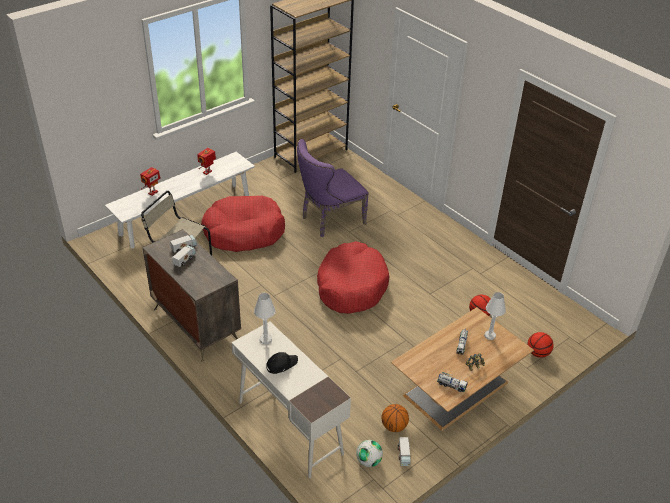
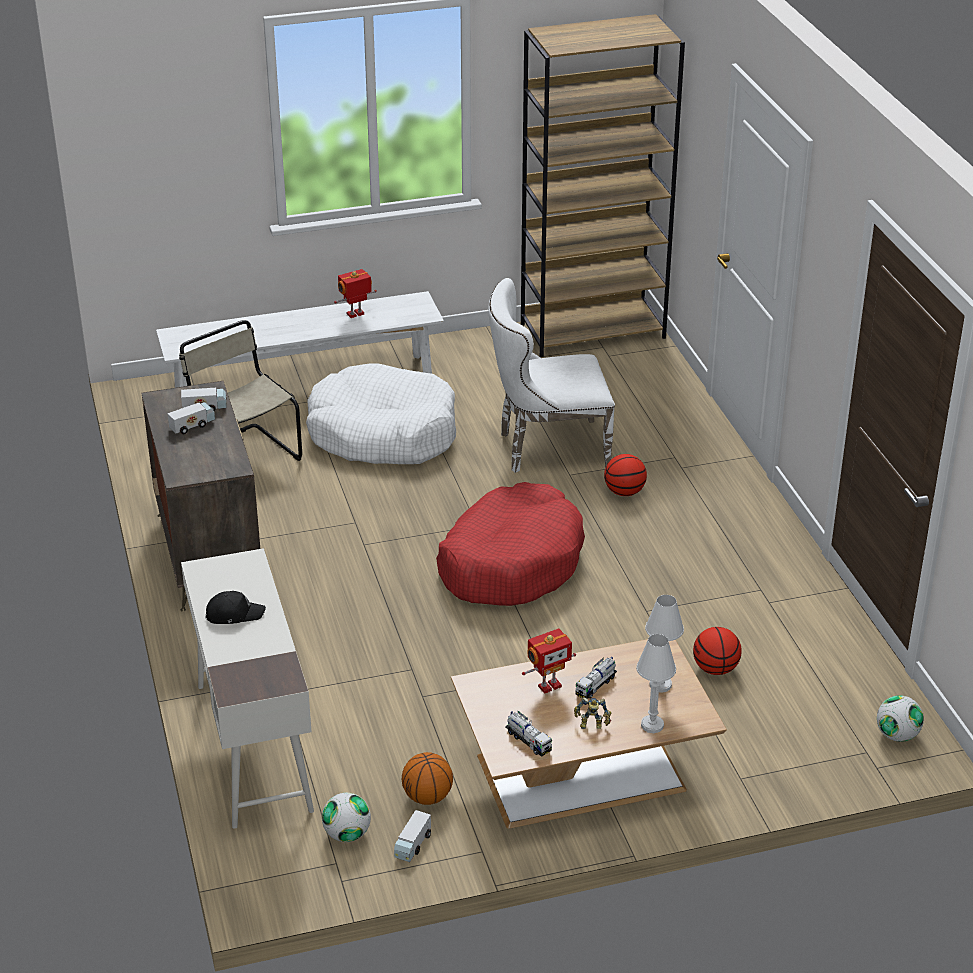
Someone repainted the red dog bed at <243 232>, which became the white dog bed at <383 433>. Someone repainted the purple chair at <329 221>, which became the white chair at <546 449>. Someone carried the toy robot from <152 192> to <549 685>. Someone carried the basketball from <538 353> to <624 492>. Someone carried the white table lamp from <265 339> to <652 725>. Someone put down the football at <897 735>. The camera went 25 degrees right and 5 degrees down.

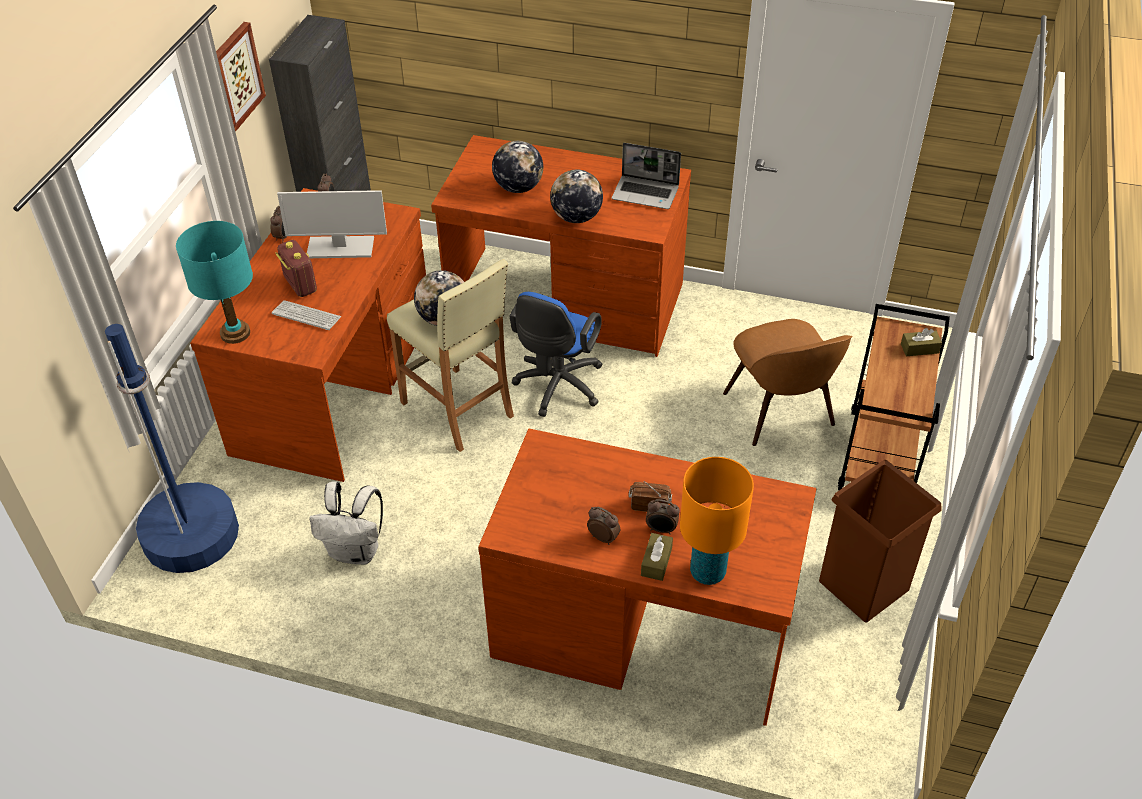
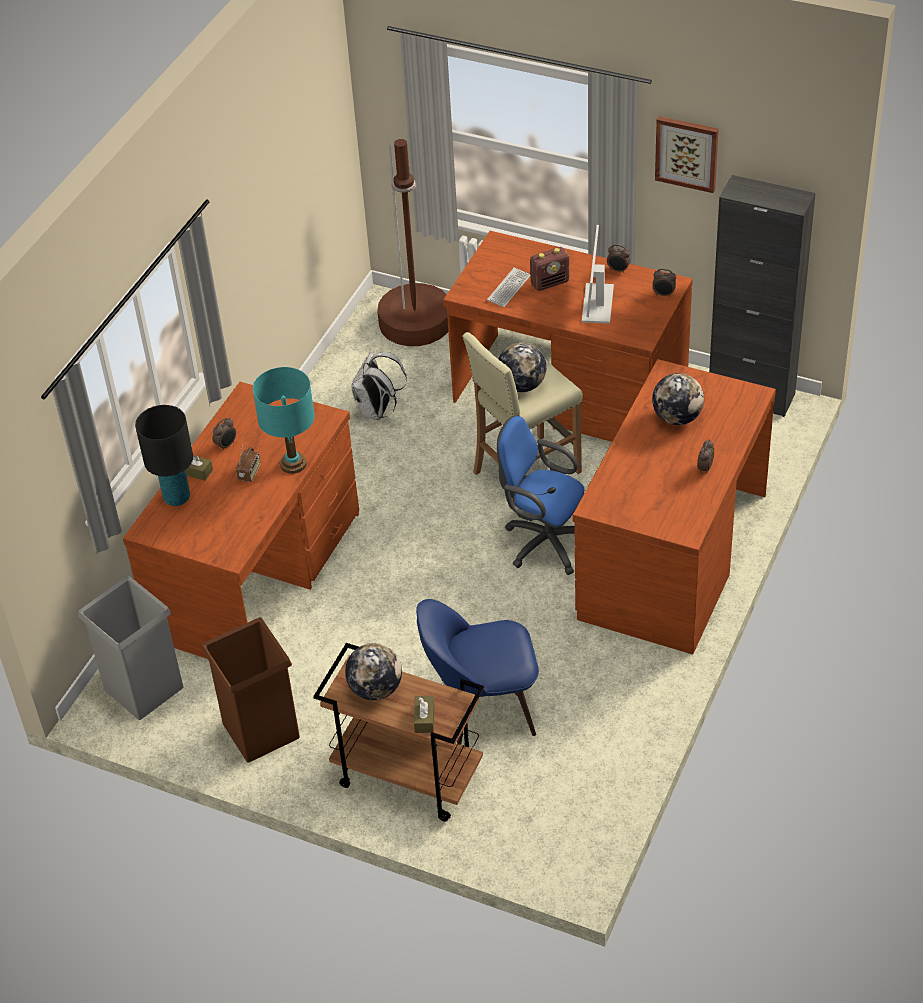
Someone put down the grey trash can at <143 688>. Someone repainted the orange table lamp at <707 572>, which became the black table lamp at <176 498>. Someone carried the turquoise table lamp from <235 333> to <293 464>. Someone carried the globe from <576 217> to <375 689>. Someone repainted the blue floor lamp at <191 535>, which became the brown floor lamp at <416 322>. Someone repainted the brown chair at <780 412>, which became the blue chair at <482 707>. Someone carried the alarm clock from <661 529> to <704 468>. Someone took away the laptop at <646 193>. The camera went 100 degrees right and 0 degrees up.

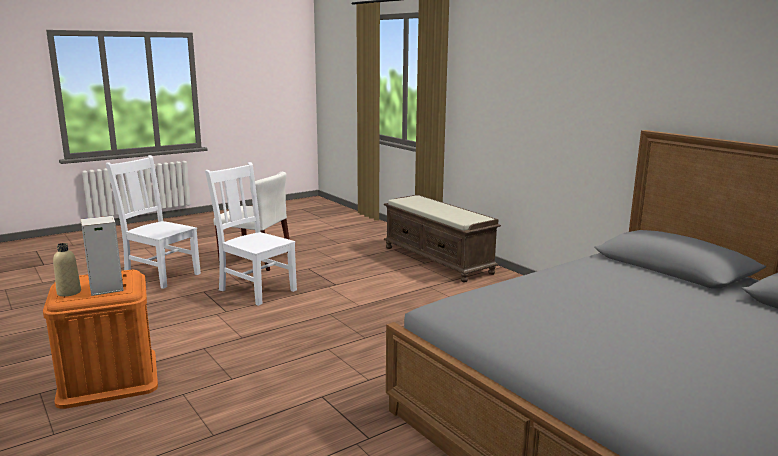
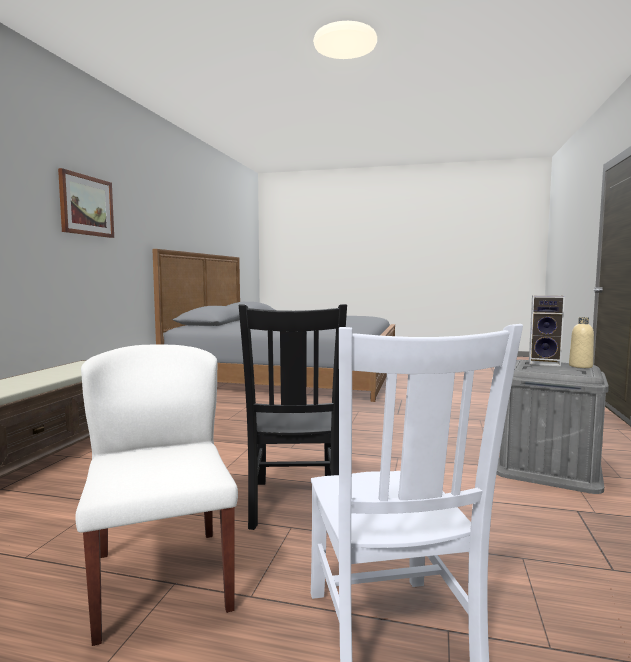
Someone put up the picture at <86 205>. Someone repainted the white chair at <256 289>, which became the black chair at <294 505>. Someone repainted the orange storage box at <109 378>, which became the grey storage box at <548 467>. The camera went 130 degrees left and 10 degrees down.

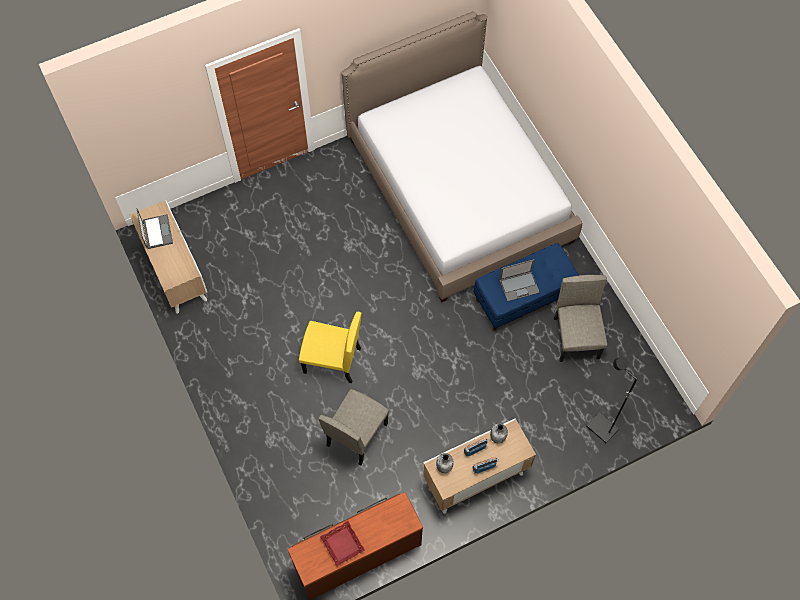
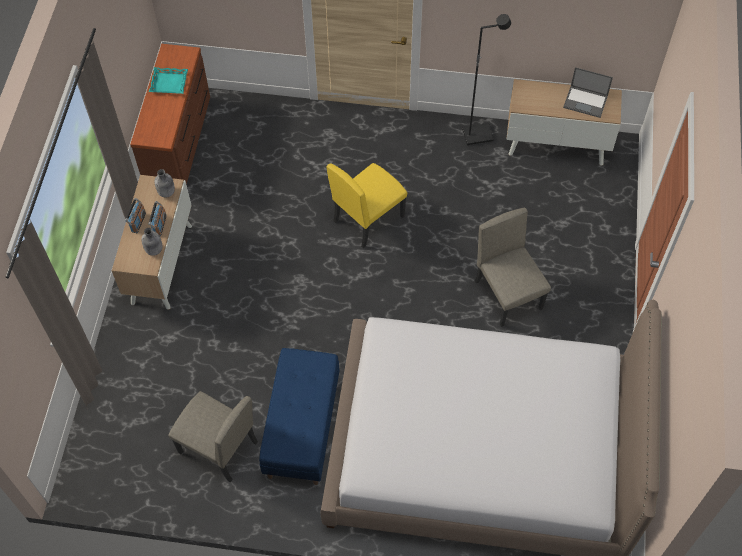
Someone repainted the red tray at <342 544>, which became the turquoise tray at <169 83>. Someone carried the black floor lamp from <601 428> to <478 134>. Someone carried the beige chair from <356 434> to <508 295>. Someone took away the laptop at <519 285>. The camera went 125 degrees right and 5 degrees down.

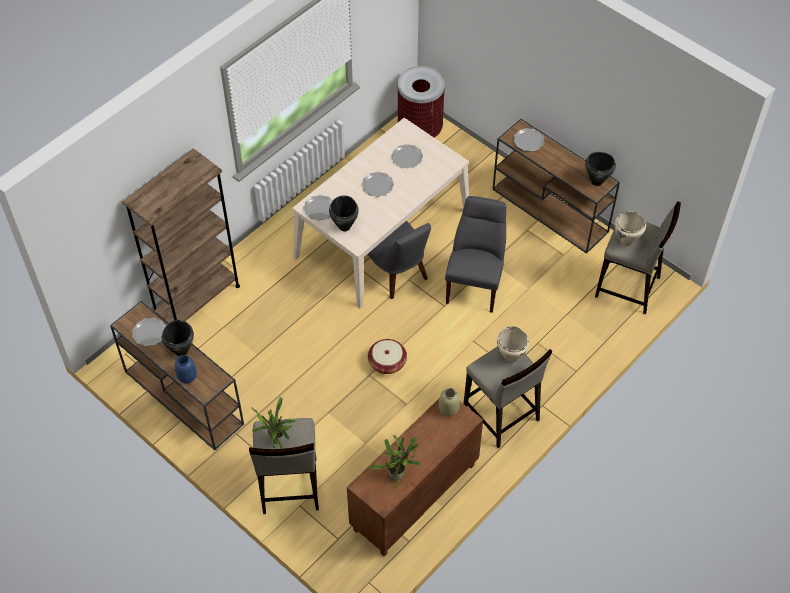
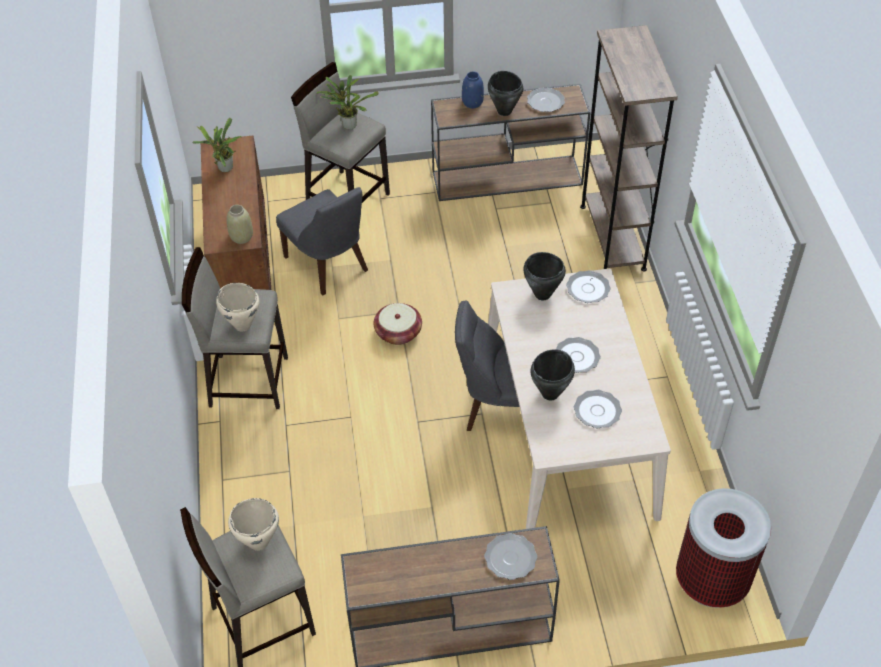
Someone carried the grey chair from <475 283> to <328 266>. Someone carried the black cooking pot from <596 181> to <550 393>. The camera went 130 degrees right and 5 degrees down.

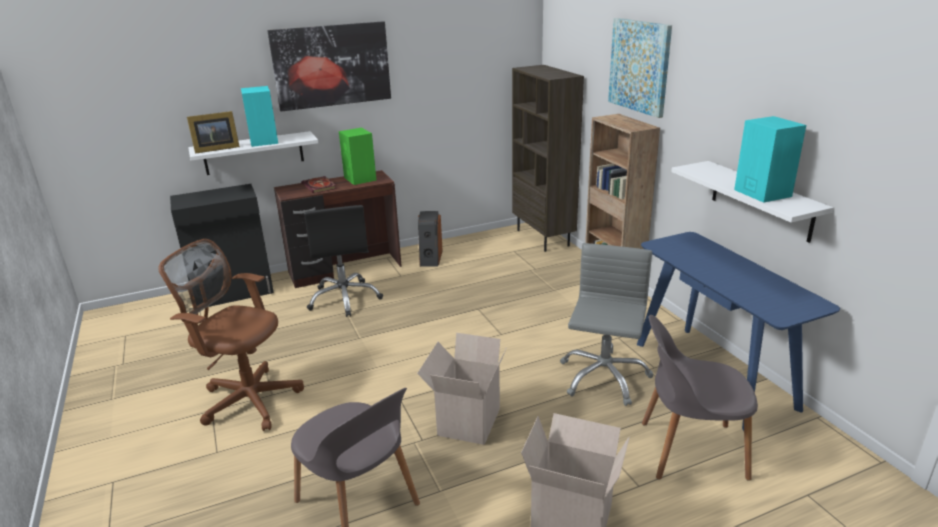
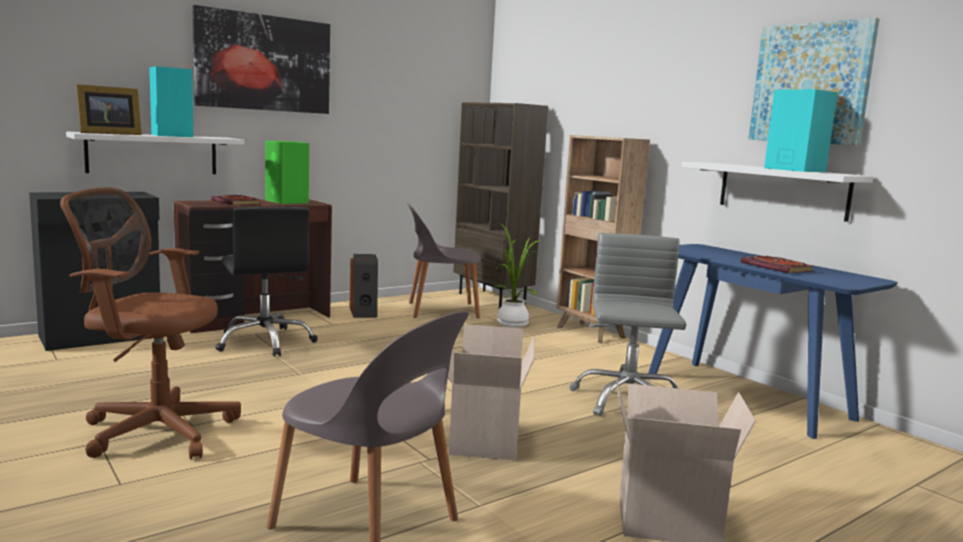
Someone carried the grey chair from <689 450> to <440 310>. Someone put down the potted plant at <511 323>. Someone put down the book at <778 268>. Someone carried the picture from <639 66> to <811 83>. The camera went 15 degrees left and 15 degrees down.

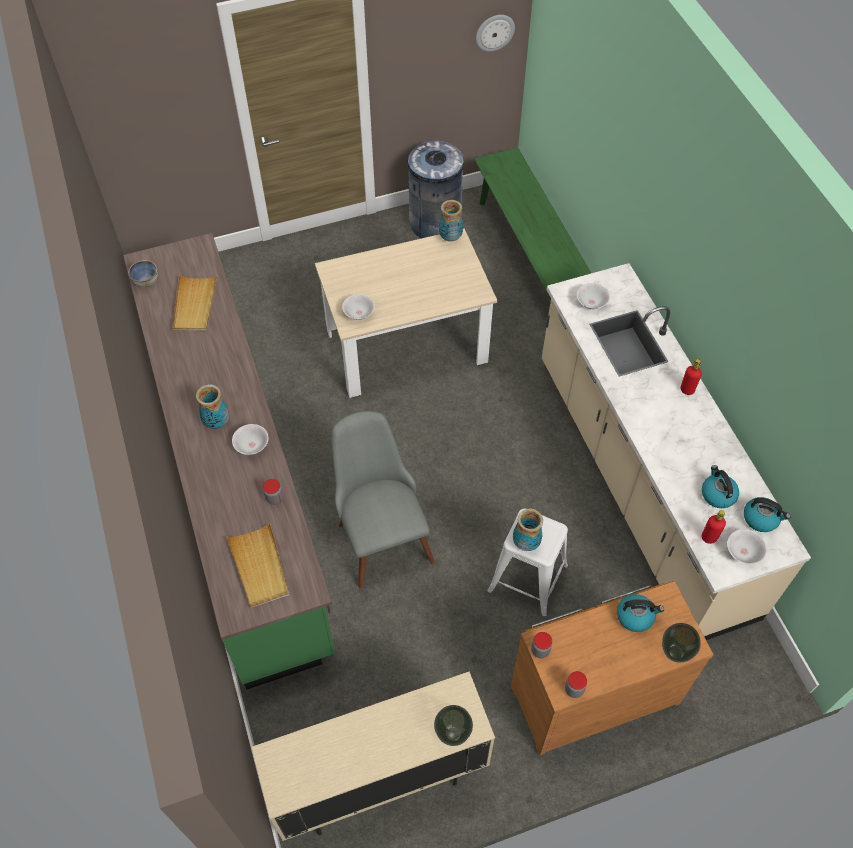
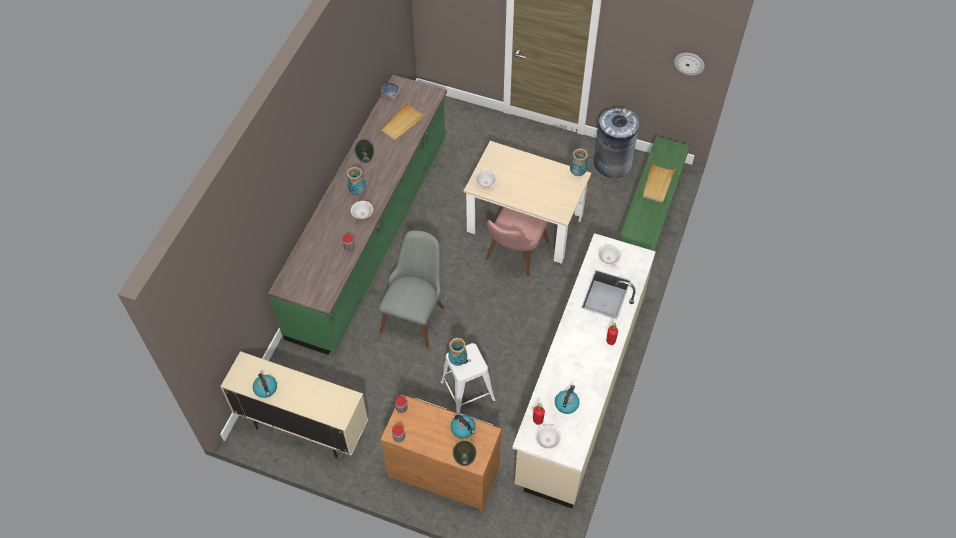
Someone carried the kettle from <761 518> to <266 389>. Someone carried the vase from <452 733> to <365 159>. Someone put down the pink chair at <513 256>. Someone carried the beige tray from <259 567> to <657 184>. The camera went 40 degrees right and 0 degrees up.

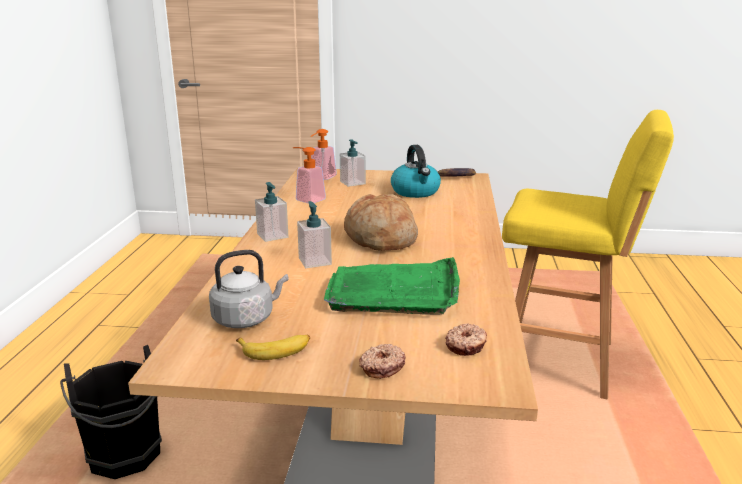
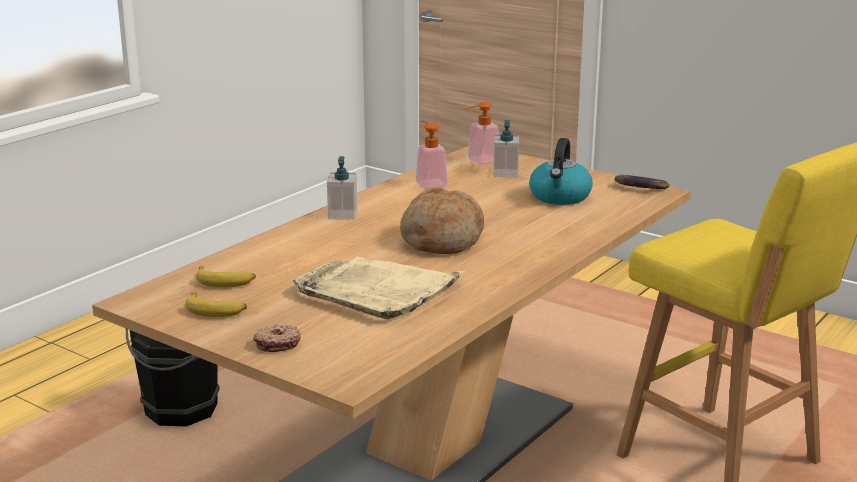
Someone swapped the grey kettle at <246 319> for the banana at <225 282>. Someone repainted the green tray at <394 291>, which became the beige tray at <378 290>. Someone took away the soap dispenser at <315 261>. Someone took away the donut at <466 346>. The camera went 30 degrees right and 0 degrees up.

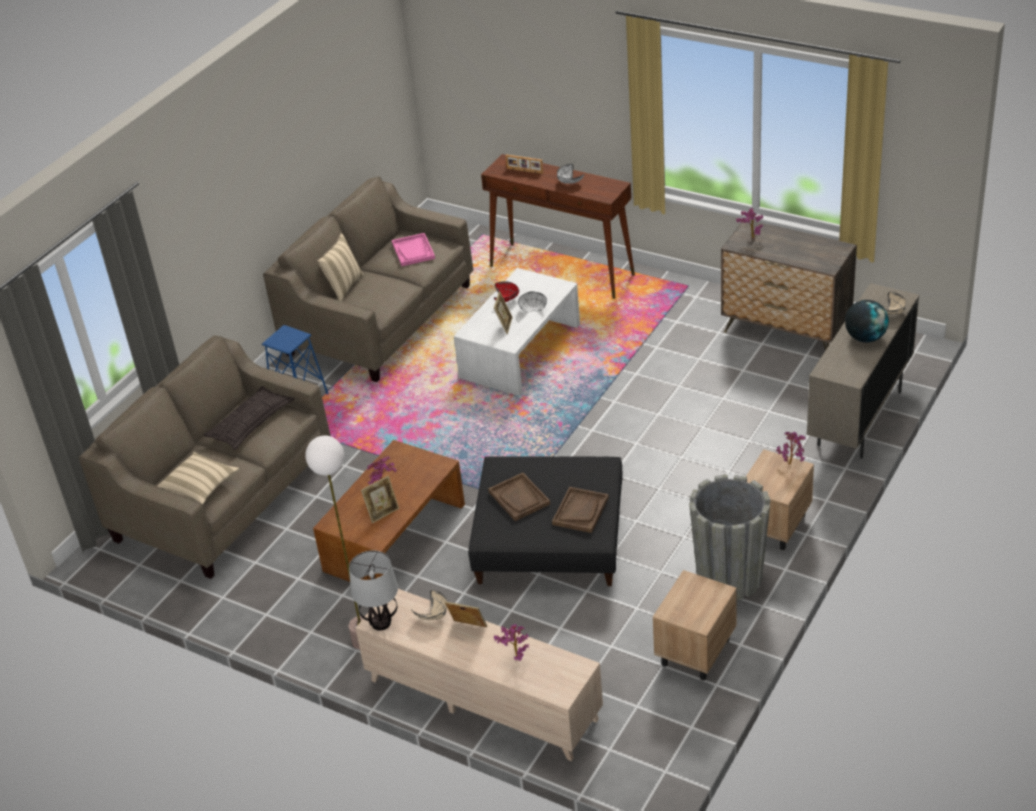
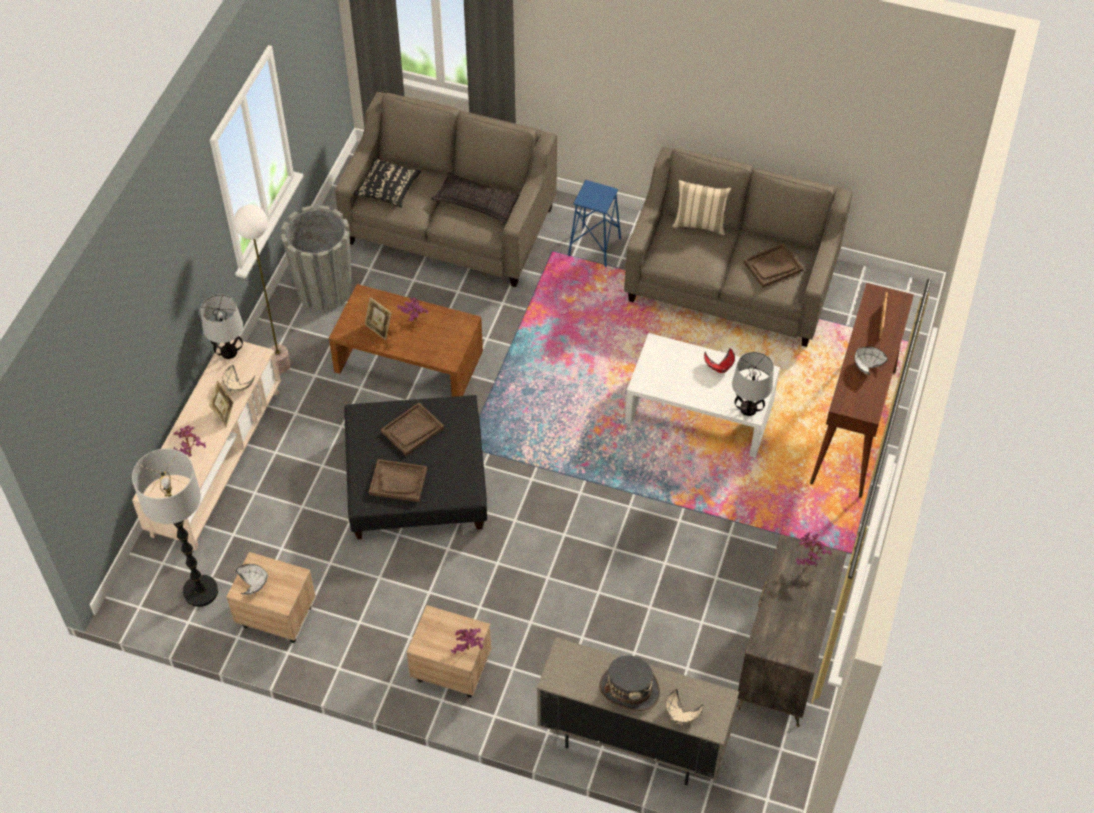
Someone put down the floor lamp at <200 591>. Someone carried the white bowl from <532 308> to <254 584>. Someone carried the grey planter from <729 577> to <324 289>. Someone repainted the beige pillow at <200 487>, which became the black pillow at <388 190>. Someone swapped the globe at <865 338> for the grey hat at <629 689>. Someone put down the table lamp at <748 409>. Someone repainted the pink tray at <413 251>, which became the brown tray at <773 267>. Someone took away the picture frame at <504 325>. The camera went 75 degrees right and 15 degrees up.

